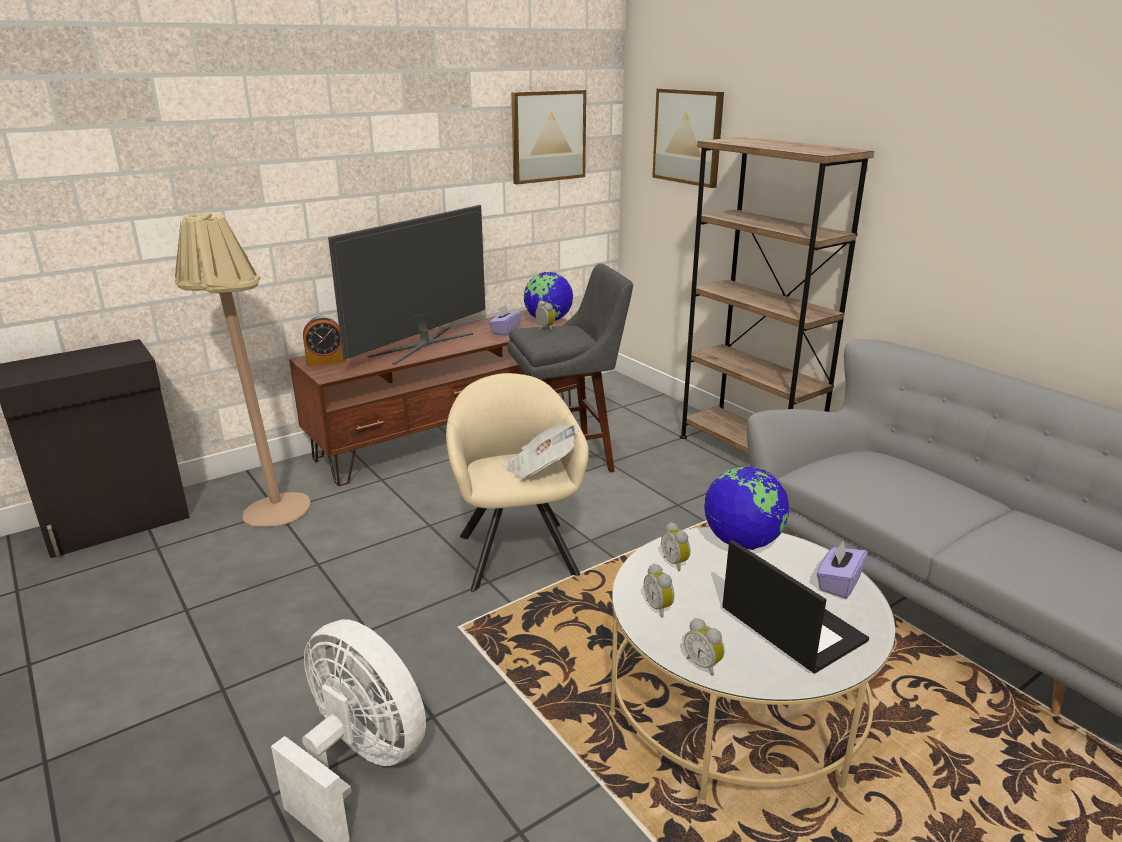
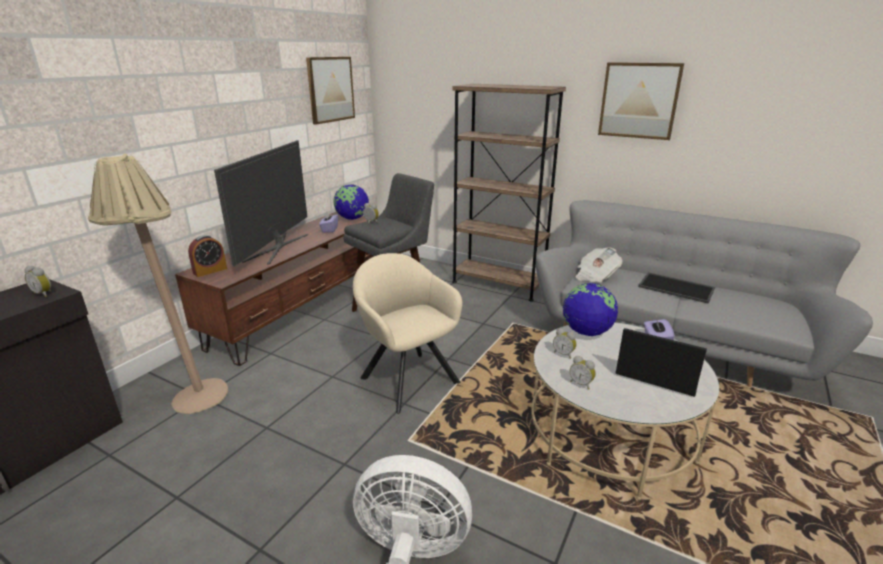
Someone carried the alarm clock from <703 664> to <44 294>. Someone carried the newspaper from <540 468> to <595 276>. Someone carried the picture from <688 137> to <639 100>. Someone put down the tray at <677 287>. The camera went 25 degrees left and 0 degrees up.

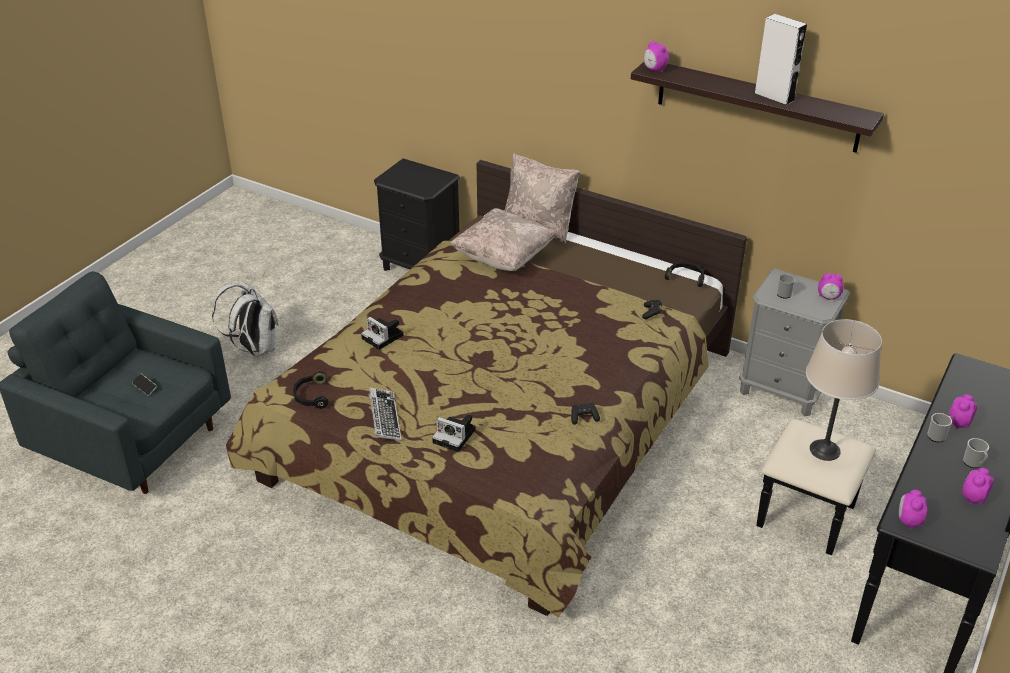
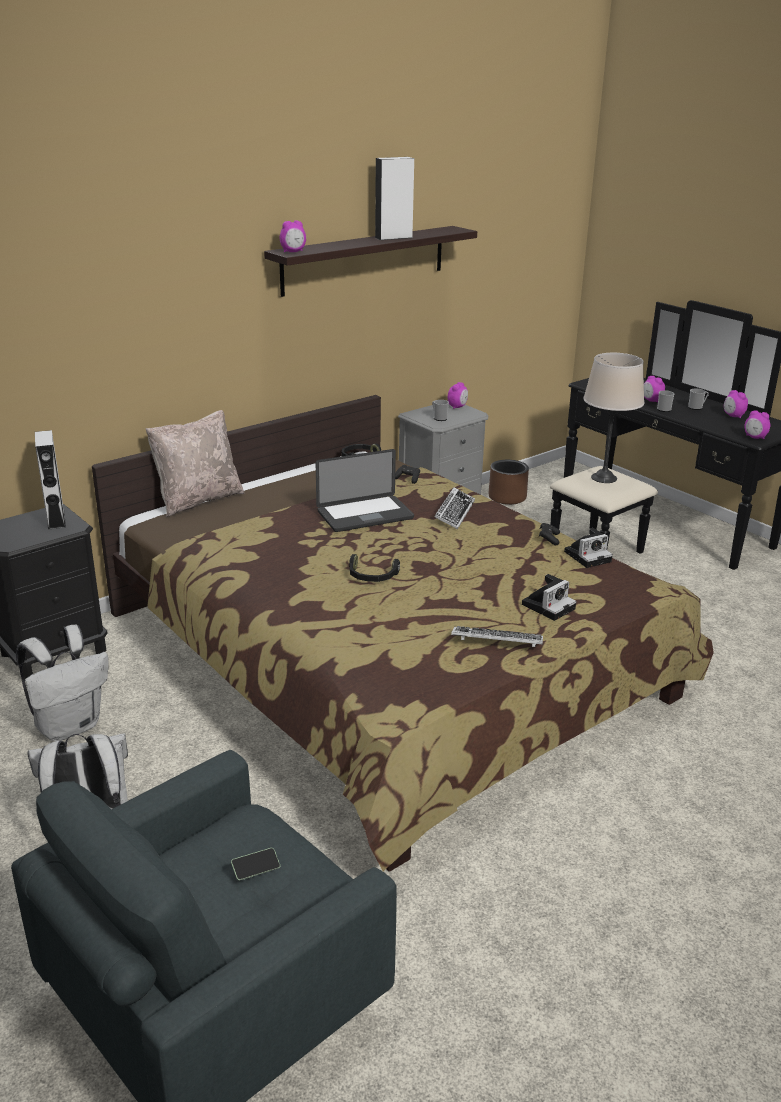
Someone put down the white backpack at <70 726>. Someone put down the white speaker at <56 519>. Someone put down the laptop at <365 515>. Someone carried the black headphones from <311 396> to <372 577>. Someone put down the keyboard at <454 512>. Someone put down the brown planter at <507 498>. Someone carried the photo camera from <384 337> to <588 556>. Someone took away the beige pillow at <503 257>. The camera went 70 degrees left and 10 degrees down.

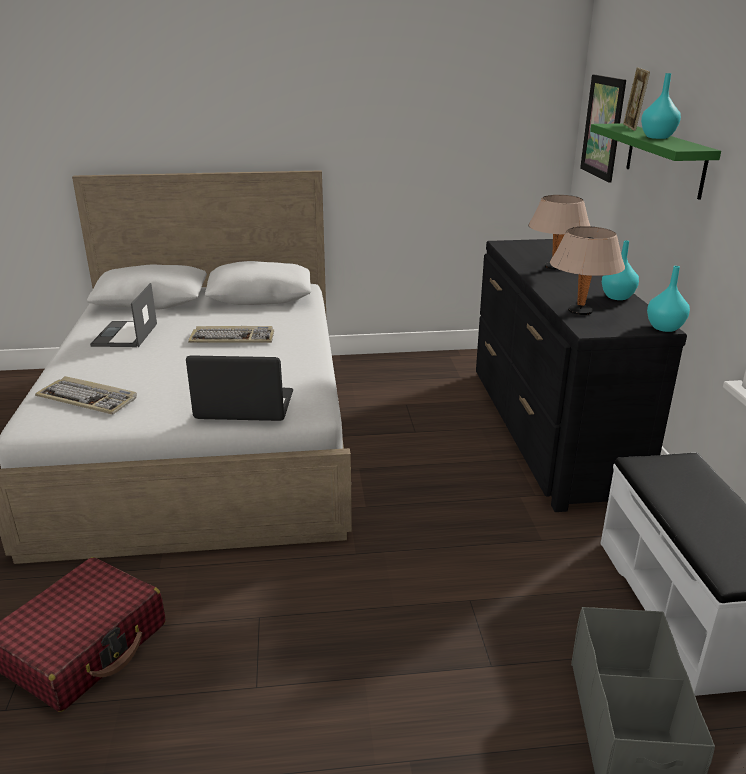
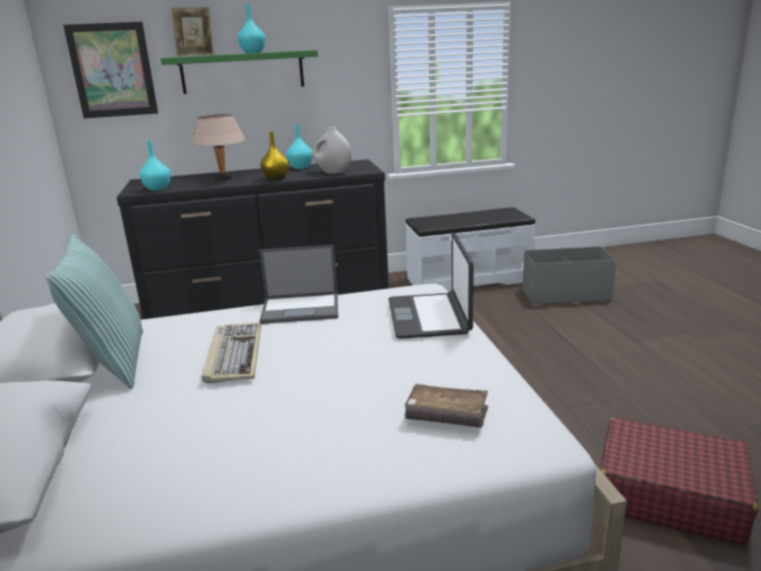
Someone put down the pillow at <113 362>. Someone carried the turquoise vase from <664 328> to <158 189>. Someone carried the laptop from <125 335> to <301 308>. Someone put down the yellow vase at <276 178>. Someone swapped the beige table lamp at <580 312> for the white vase at <332 172>. Someone swapped the keyboard at <88 399> for the brown book at <446 416>. The camera went 95 degrees left and 5 degrees down.

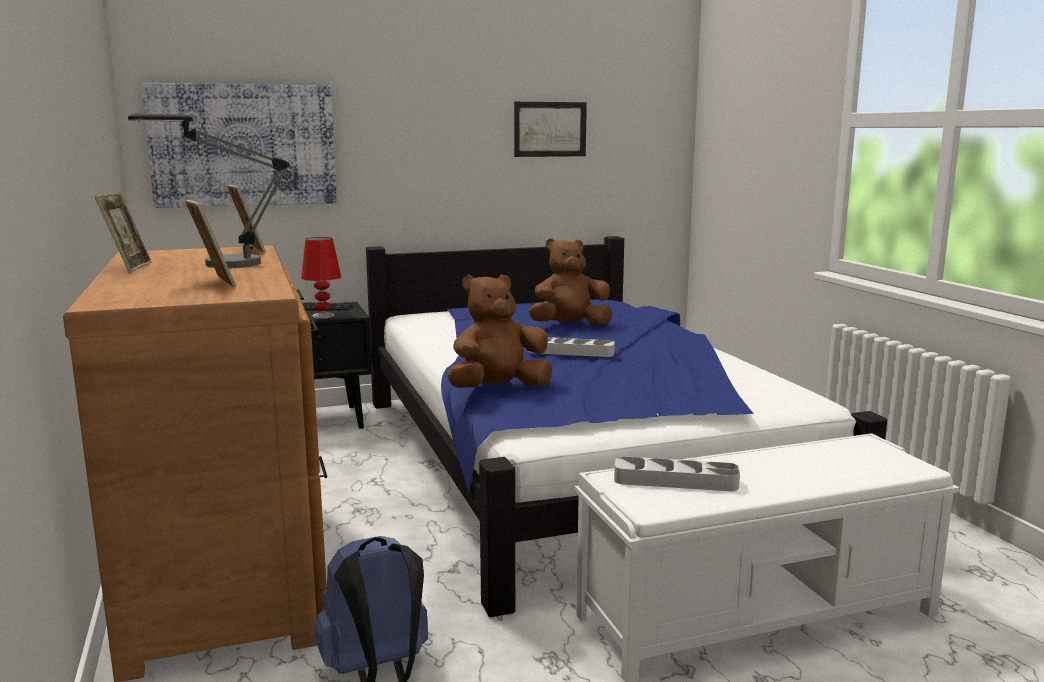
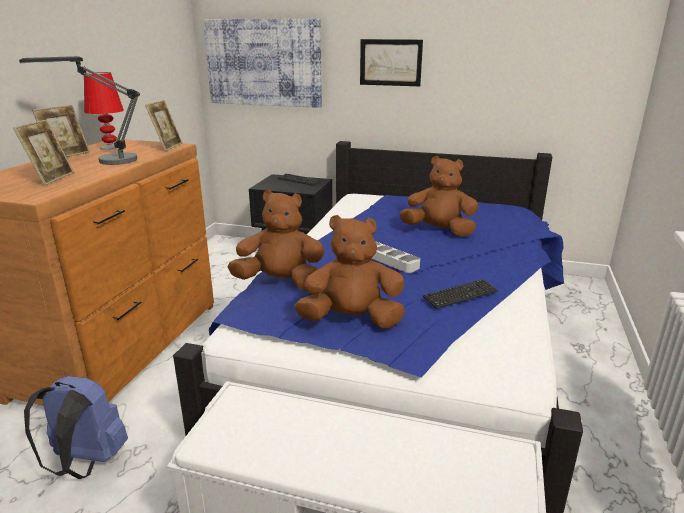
Someone carried the red table lamp from <323 316> to <110 147>. Someone put down the brown plush toy at <352 320>. Someone carried the picture from <550 129> to <390 62>. Someone put down the keyboard at <460 295>. Someone took away the grey tray at <675 481>. The camera went 35 degrees right and 10 degrees up.

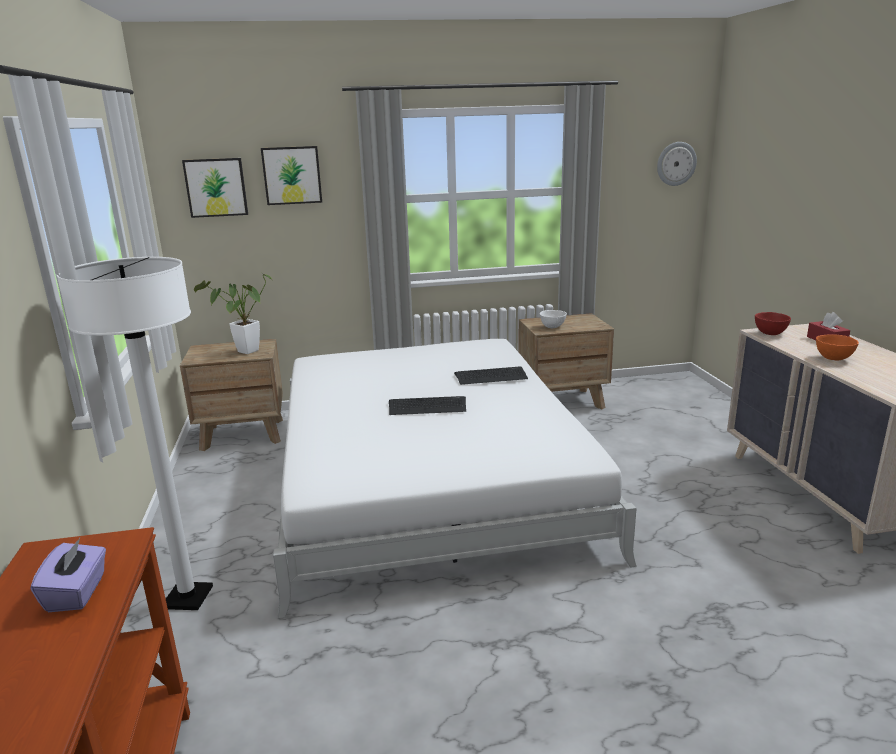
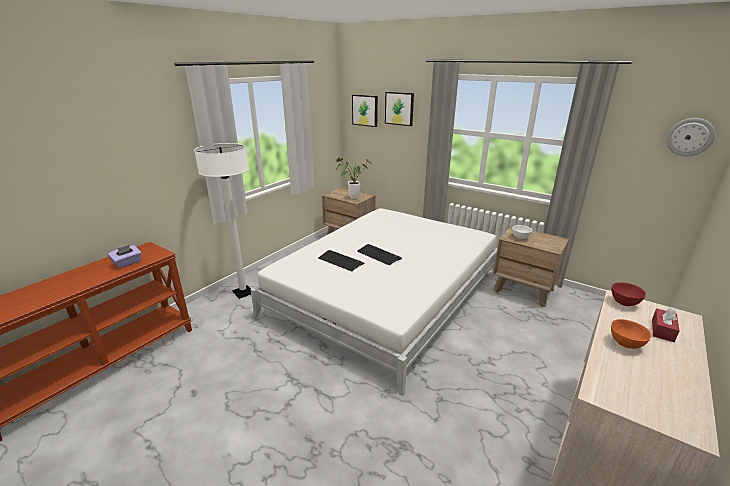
Someone carried the keyboard from <491 377> to <340 261>. The camera went 45 degrees right and 5 degrees up.

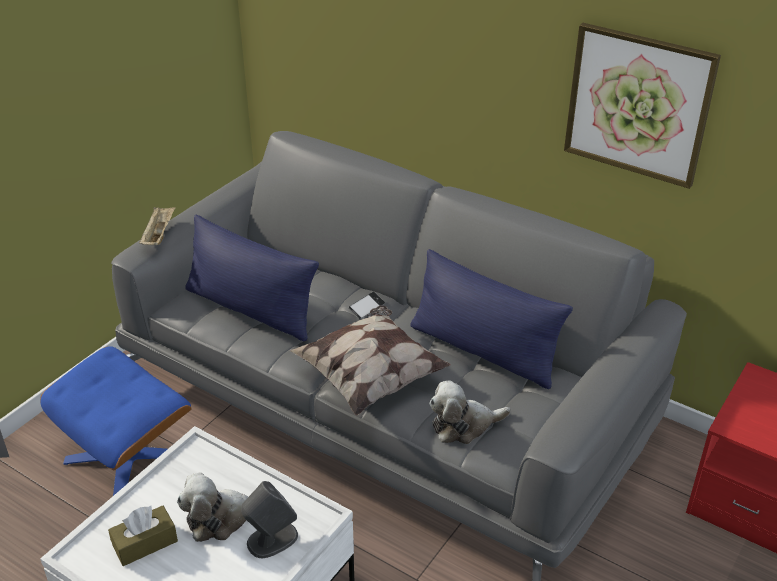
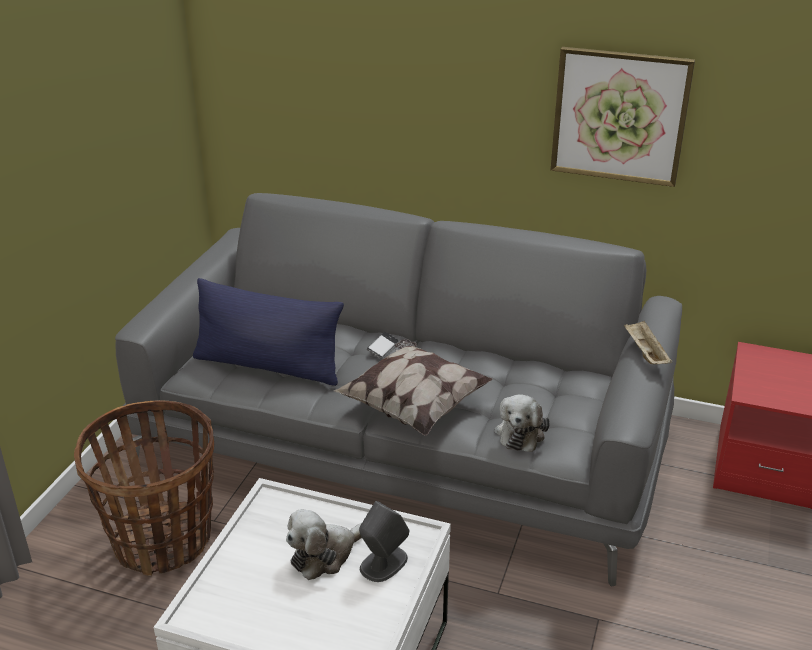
Someone swapped the blue ottoman at <129 458> for the basket at <163 540>. Someone rotated the plush toy at <464 425> by 45 degrees counterclockwise. Someone carried the beige tray from <158 235> to <645 353>. Someone took away the brown tissue box at <145 543>. Someone took away the blue pillow at <483 351>. The camera went 15 degrees left and 5 degrees down.

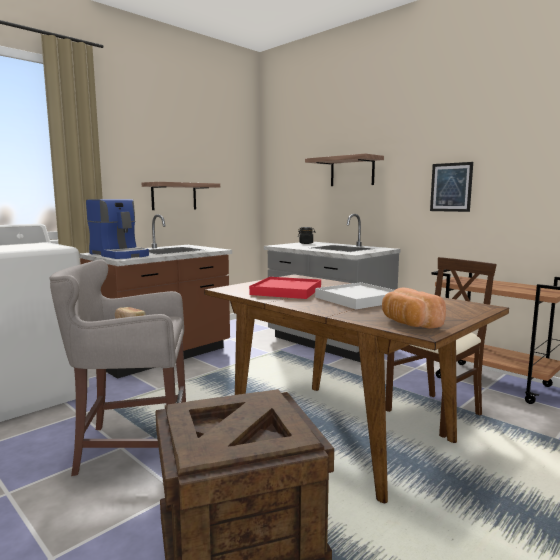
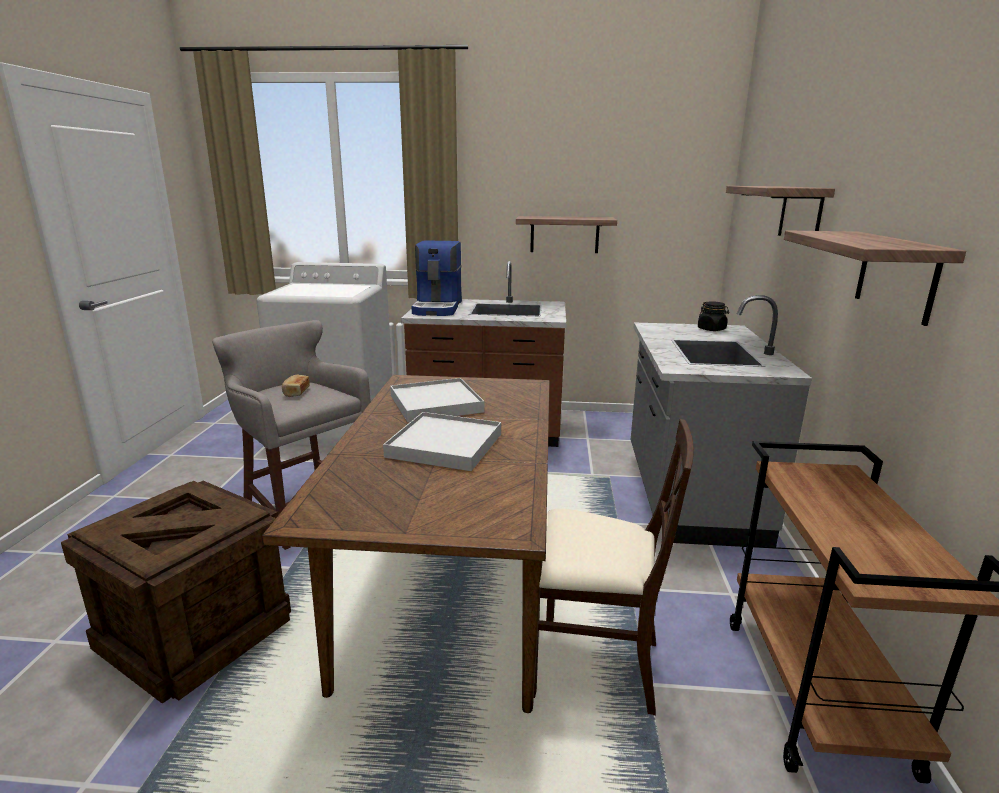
Someone repainted the red tray at <286 291>, which became the white tray at <435 404>. Someone swapped the picture at <451 187> for the shelf at <896 275>. Someone took away the bread at <408 323>. The camera went 50 degrees right and 10 degrees up.

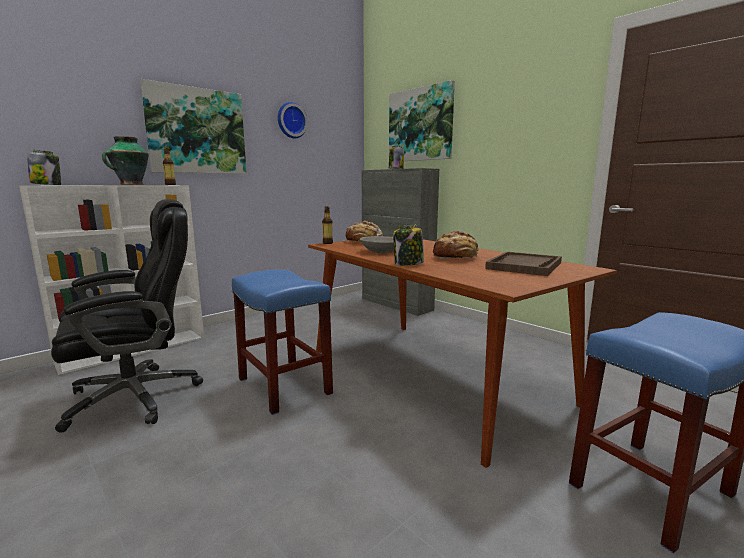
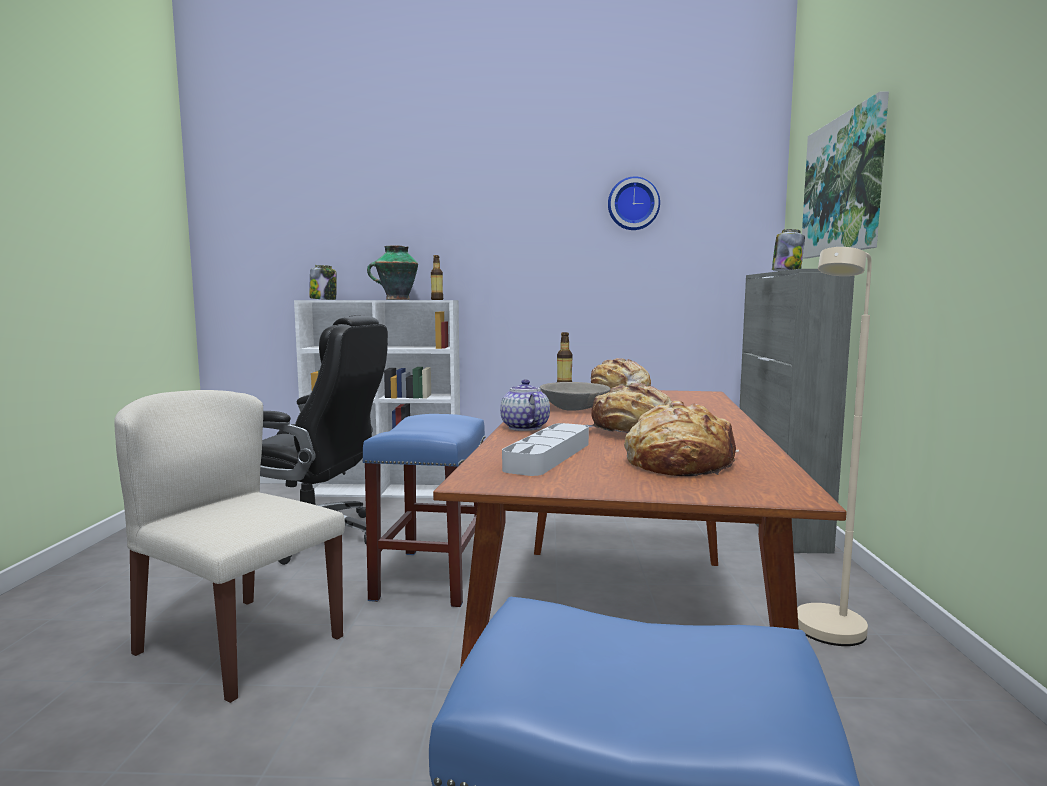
Someone put down the beige chair at <238 644>. Someone swapped the jar at <408 264> for the teapot at <524 427>. Someone put down the grey tray at <548 456>. Someone swapped the brown tray at <524 266> for the bread at <679 463>. Someone put down the beige floor lamp at <826 637>. Someone took away the picture at <197 131>. The camera went 45 degrees right and 5 degrees down.

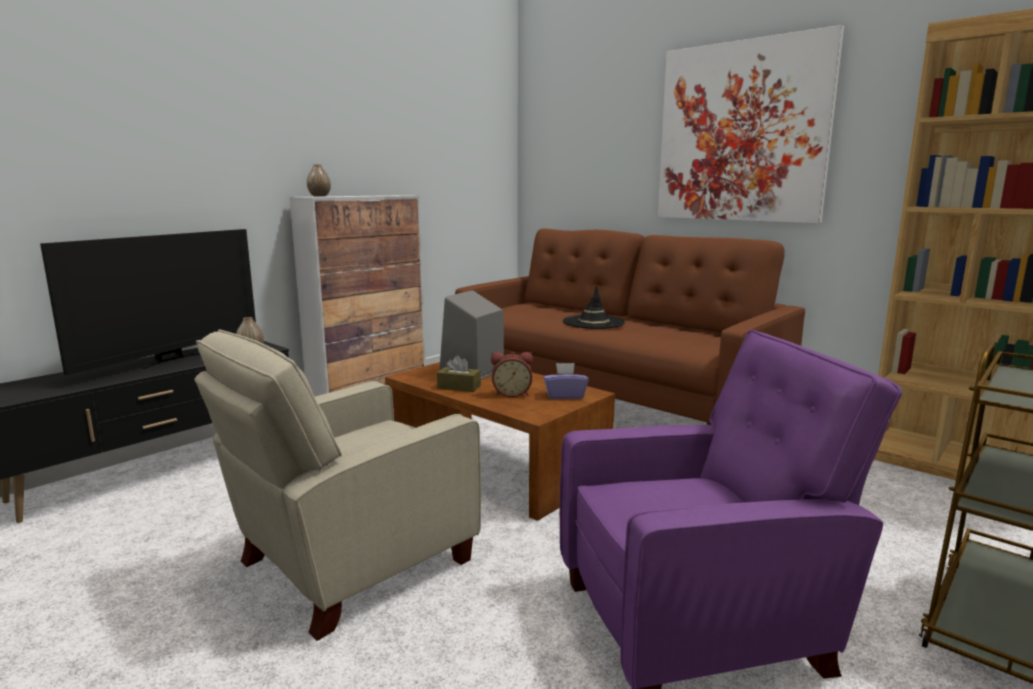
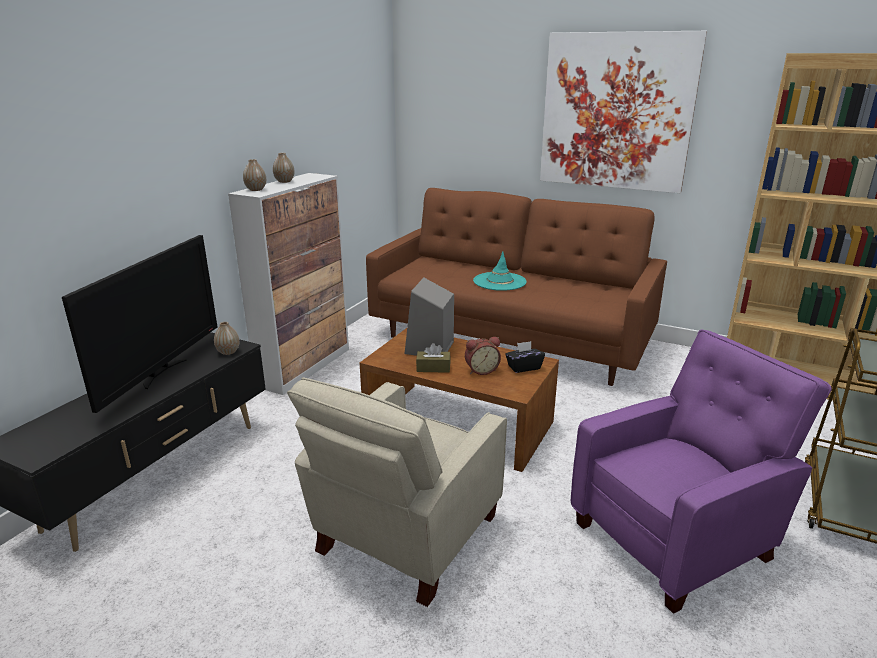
Someone put down the vase at <284 181>. Someone repainted the black hat at <593 322>, which became the turquoise hat at <499 281>. Someone repainted the purple tissue box at <565 395>, which became the black tissue box at <524 367>. The camera went 15 degrees left and 10 degrees up.

